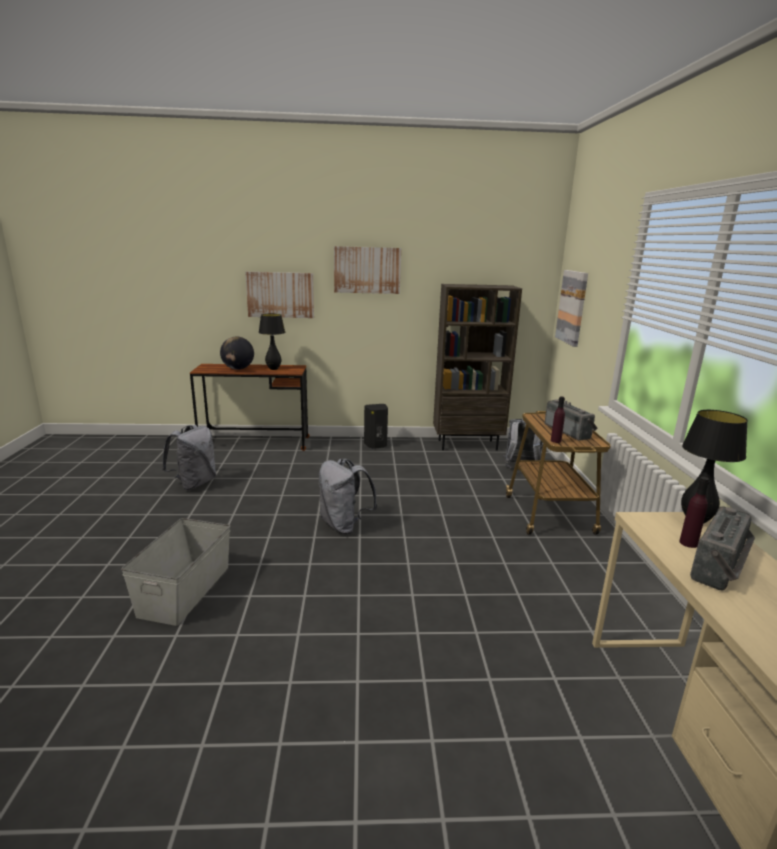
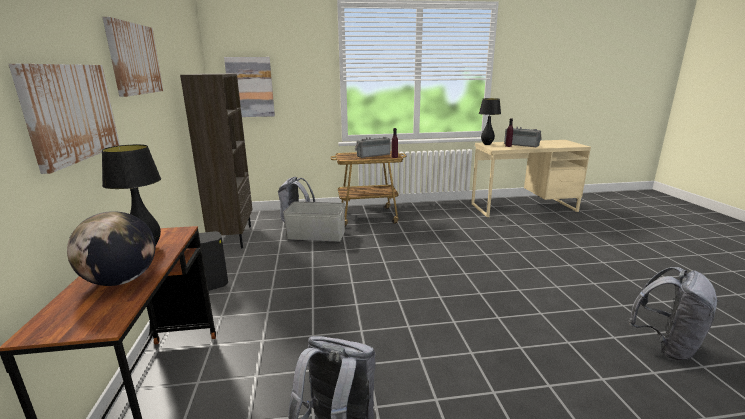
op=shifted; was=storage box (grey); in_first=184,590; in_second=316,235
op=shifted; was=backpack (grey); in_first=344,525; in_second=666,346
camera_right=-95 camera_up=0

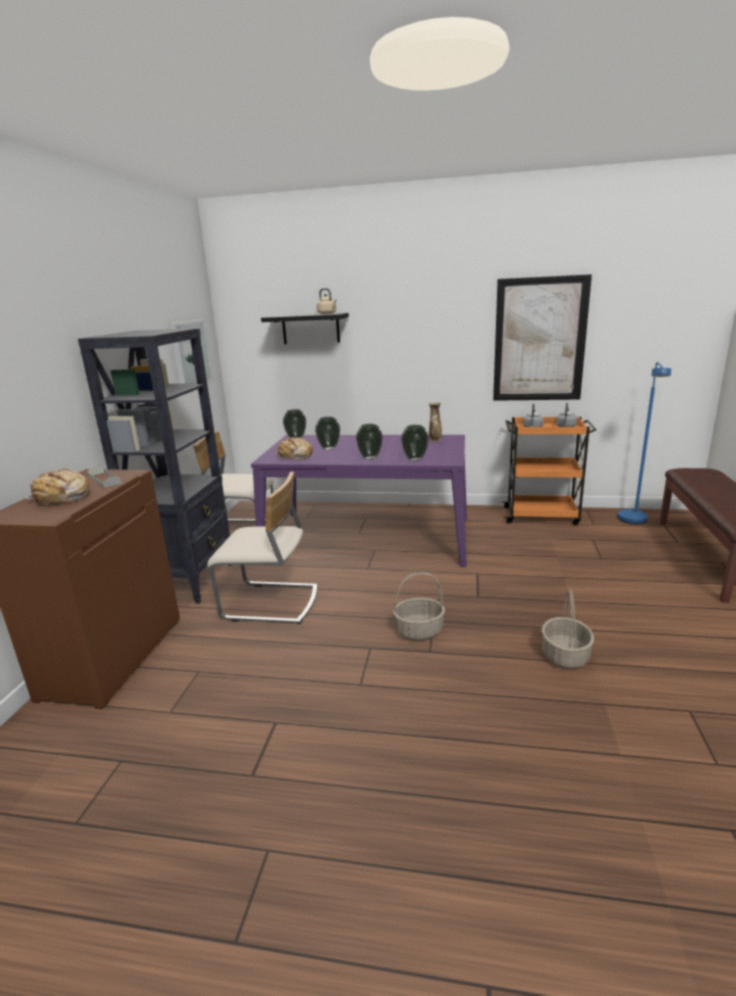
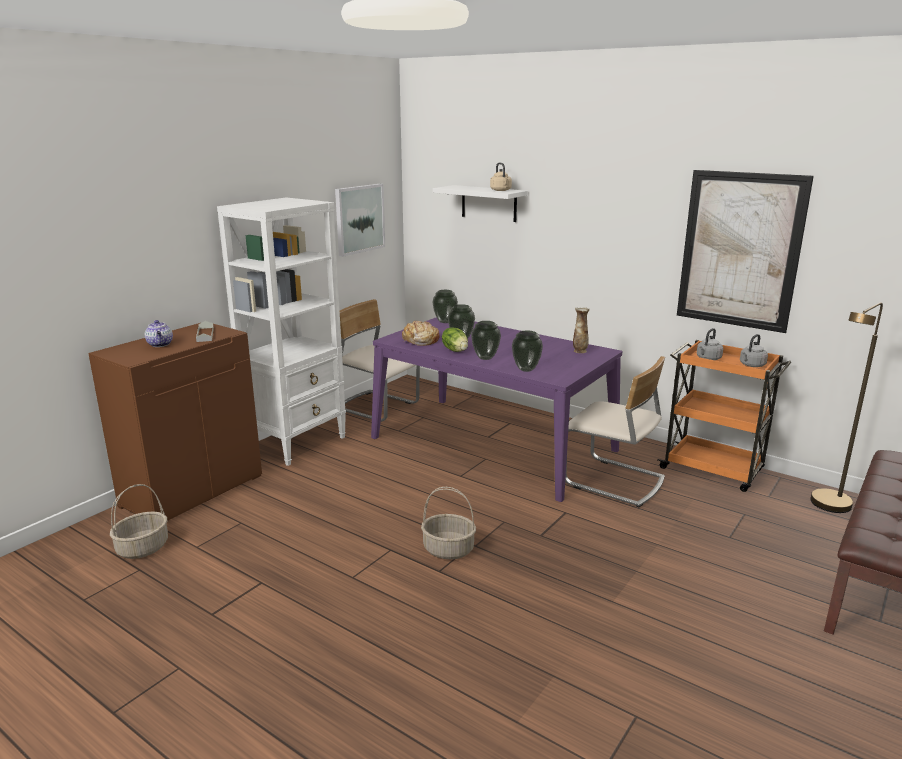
op=swapped; was=bread; now=teapot; in_first=62,498; in_second=160,344
op=repainted; was=bookcase (black); now=bookcase (white); in_first=189,580; in_second=297,443
op=shifted; was=chair (beige); in_first=270,603; in_second=613,481
op=repainted; was=shelf (black); now=shelf (white); in_first=310,328; in_second=489,203
op=shifted; was=basket; in_first=565,656; in_second=142,548
op=repainted; was=floor lamp (blue); now=floor lamp (brown); in_first=634,522; in_second=828,508
op=new; now=lettuce; in_second=456,350
camera_right=25 camera_up=0

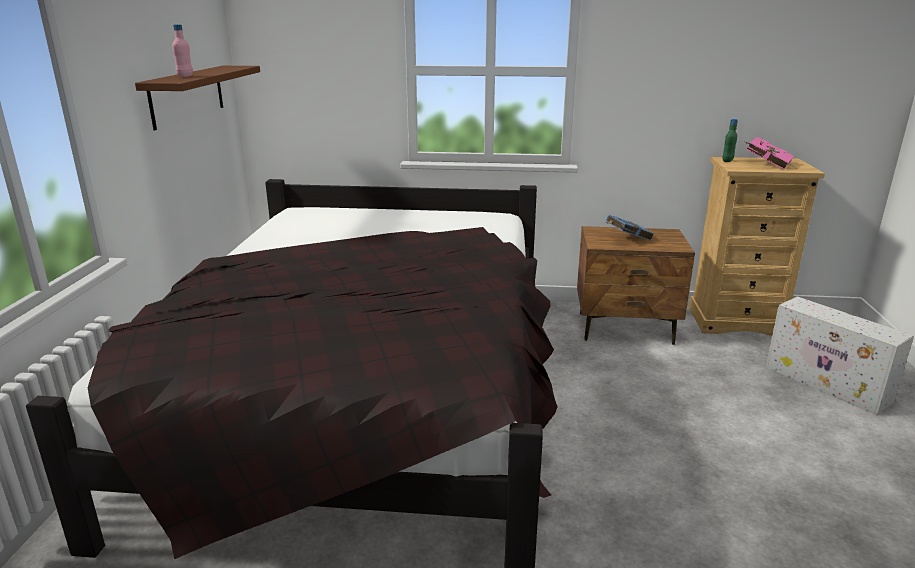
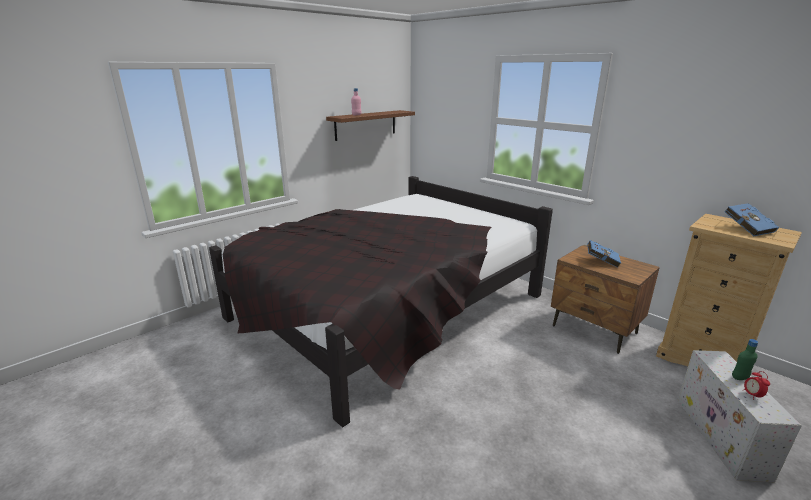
op=shifted; was=bottle (green); in_first=727,161; in_second=740,378
op=repainted; was=book (pink); now=book (blue); in_first=765,164; in_second=746,229
op=new; now=alarm clock; in_second=752,395
camera_right=40 camera_up=0

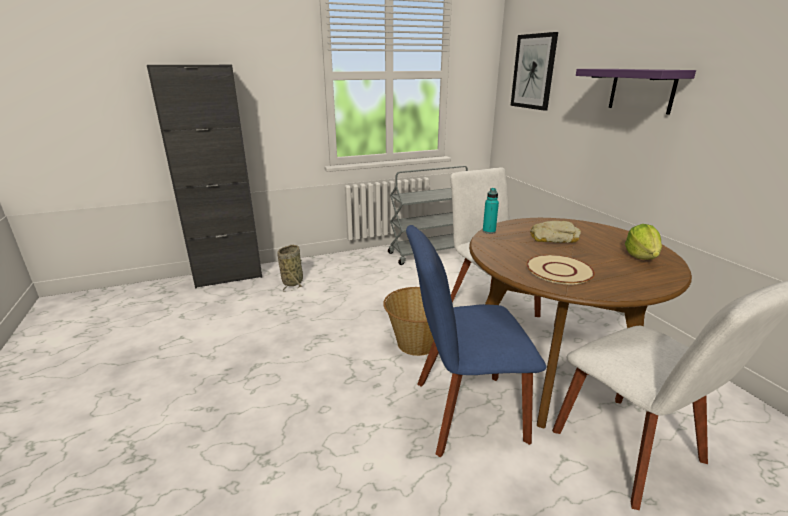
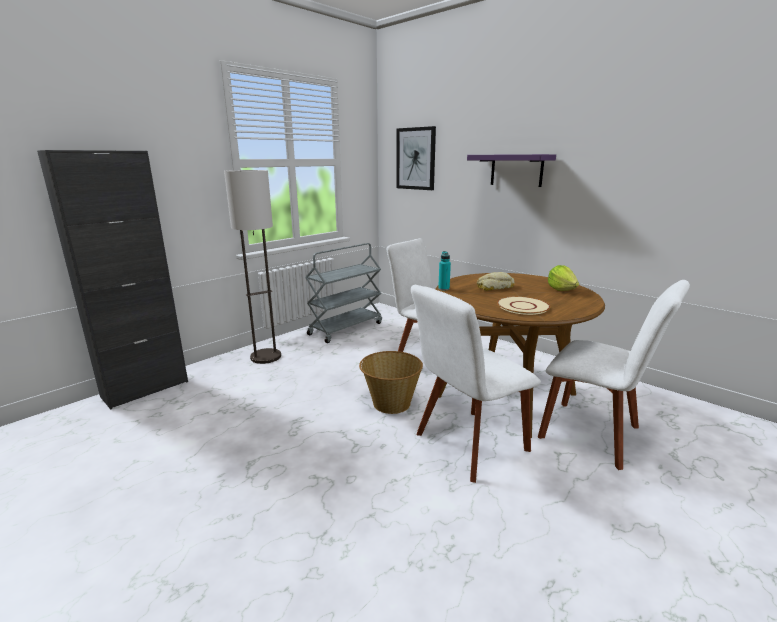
op=gone; was=basket; in_first=293,281
op=repainted; was=chair (blue); now=chair (white); in_first=463,412; in_second=467,444
op=new; now=floor lamp; in_second=266,357
camera_right=-25 camera_up=-5

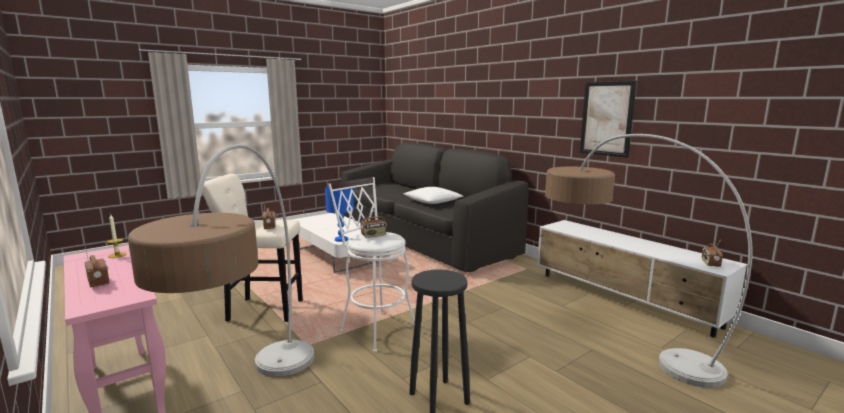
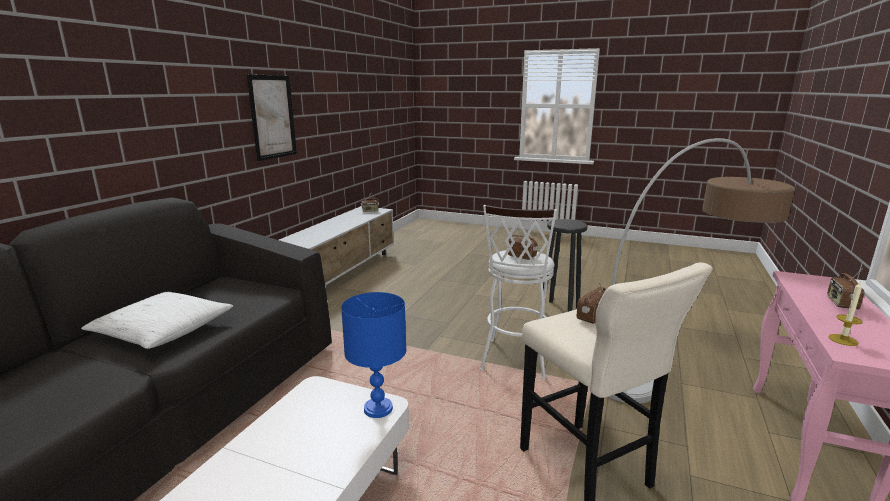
op=gone; was=floor lamp; in_first=613,338
camera_right=-120 camera_up=5

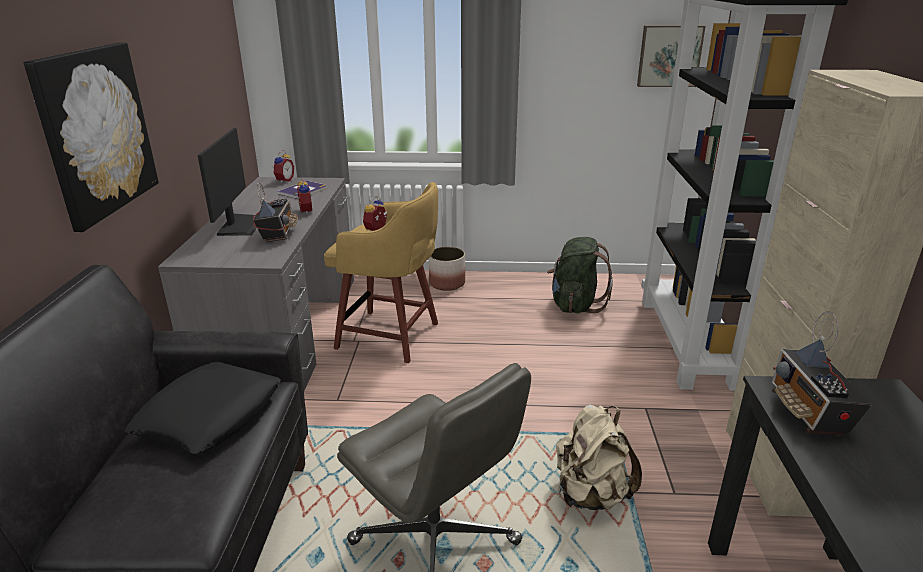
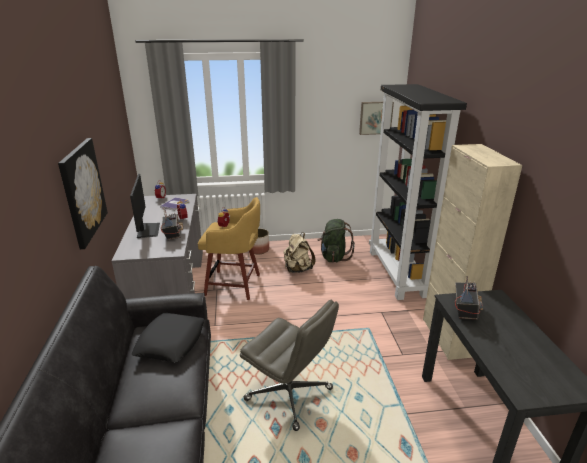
op=shifted; was=backpack (beige); in_first=590,494; in_second=297,269
op=rotated; was=radio; in_first=809,413; in_second=465,310; clockwise=-150
camera_right=-10 camera_up=0

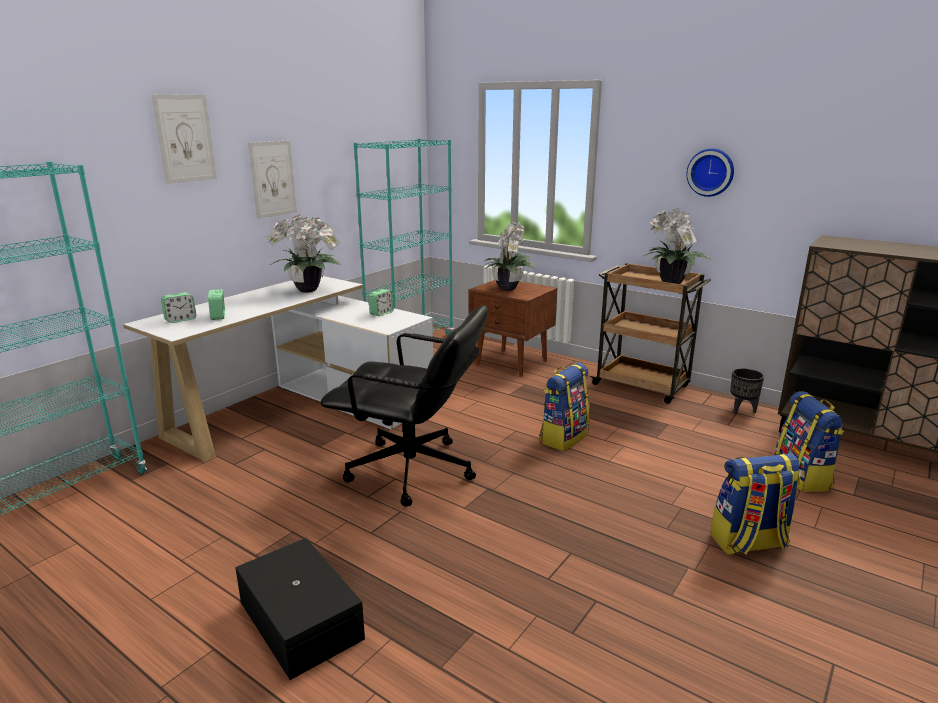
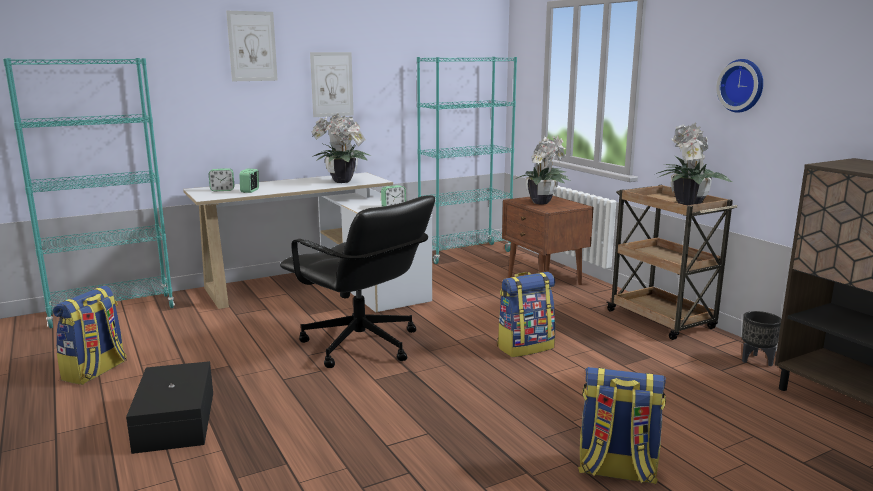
op=shifted; was=backpack; in_first=803,477; in_second=95,372
camera_right=25 camera_up=-5

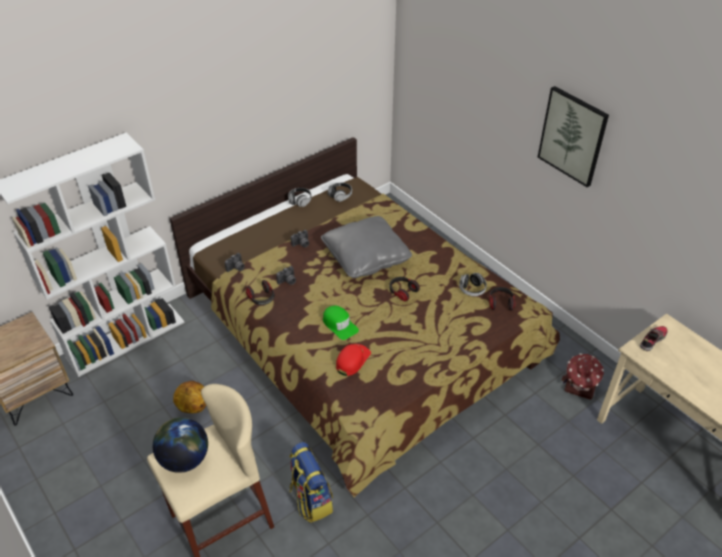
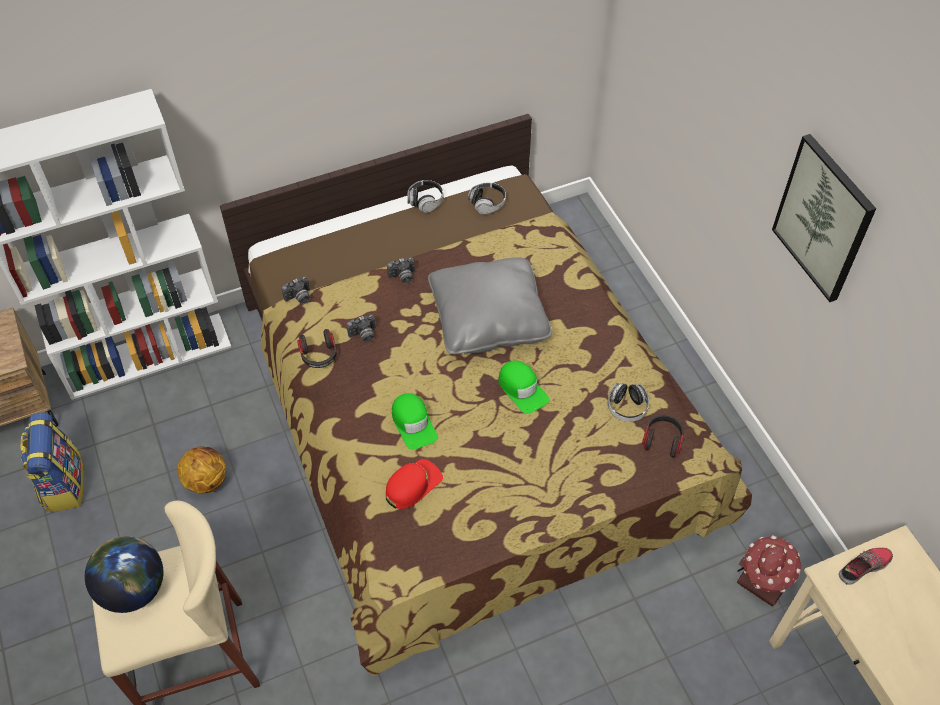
op=shifted; was=backpack; in_first=310,499; in_second=63,484
op=swapped; was=headphones; now=cap (green); in_first=402,292; in_second=522,389
camera_right=15 camera_up=10

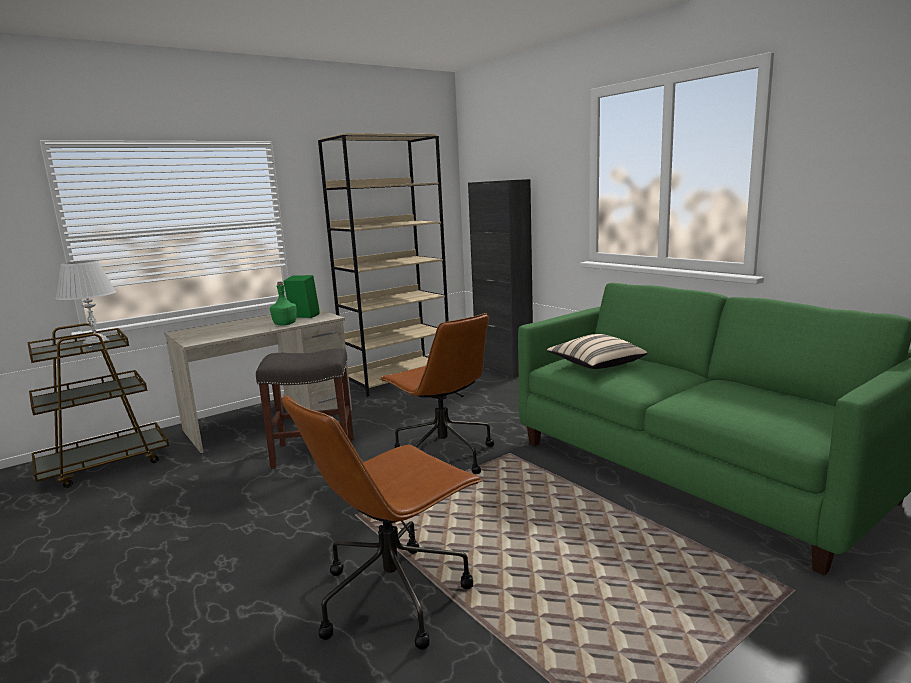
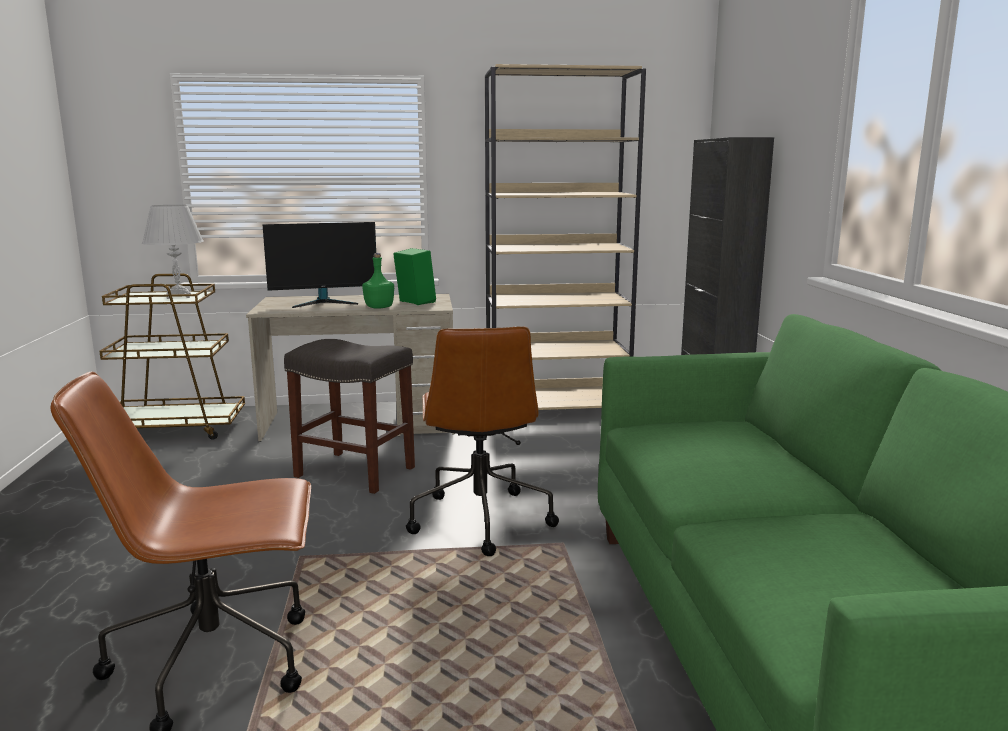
op=gone; was=pillow (beige); in_first=595,365
op=new; now=monitor; in_second=324,302
camera_right=30 camera_up=0

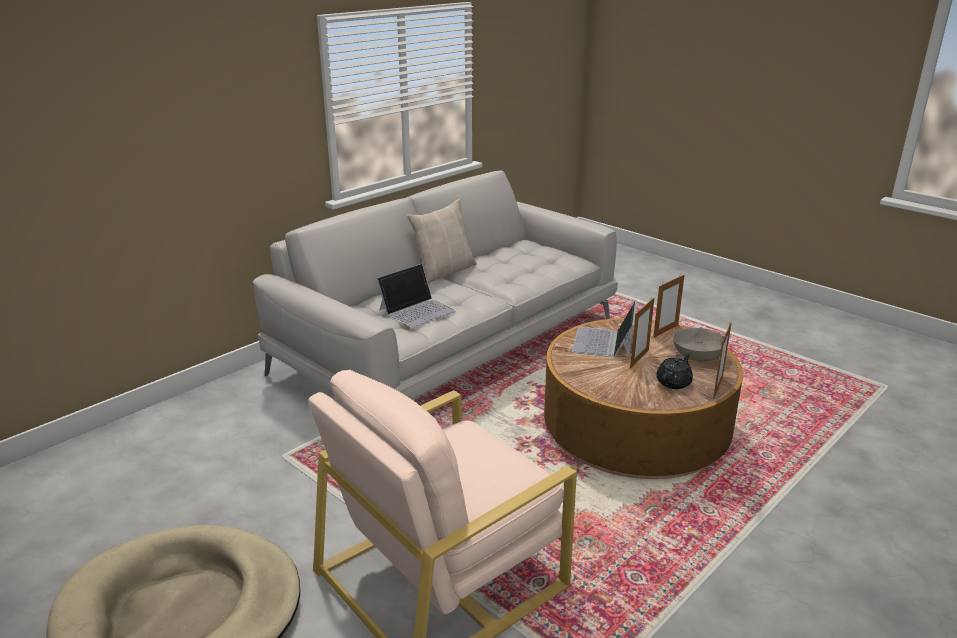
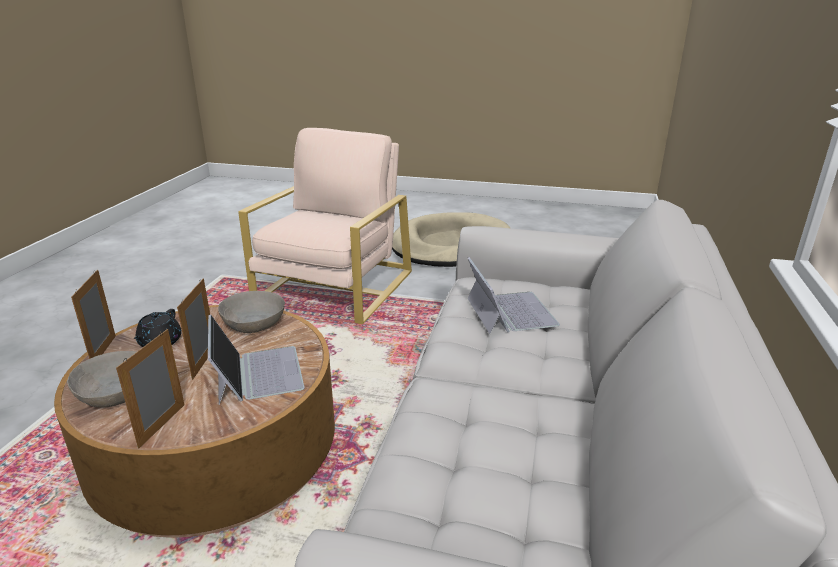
op=rotated; was=laptop; in_first=417,310; in_second=509,311; clockwise=150
op=gone; was=pillow (beige); in_first=444,271
op=new; now=bowl (grey); in_second=254,324
camera_right=150 camera_up=0

